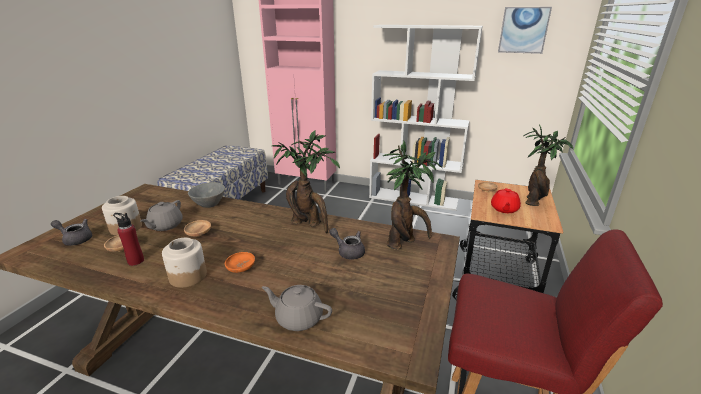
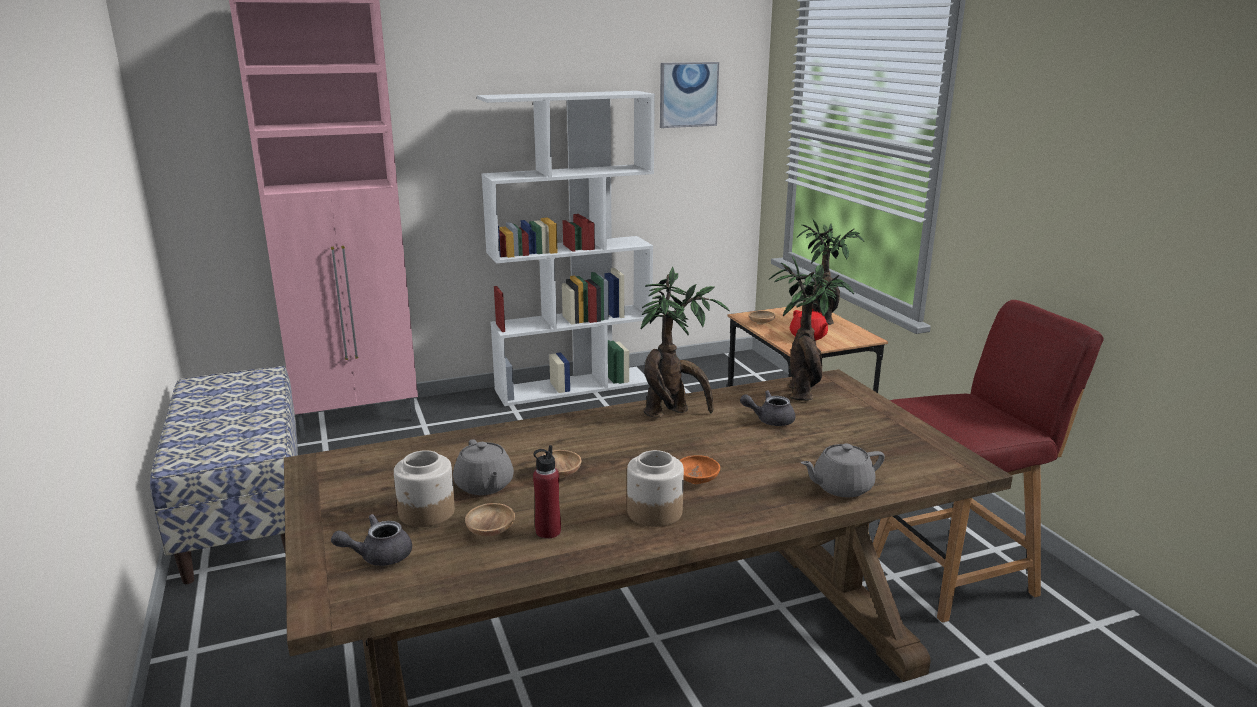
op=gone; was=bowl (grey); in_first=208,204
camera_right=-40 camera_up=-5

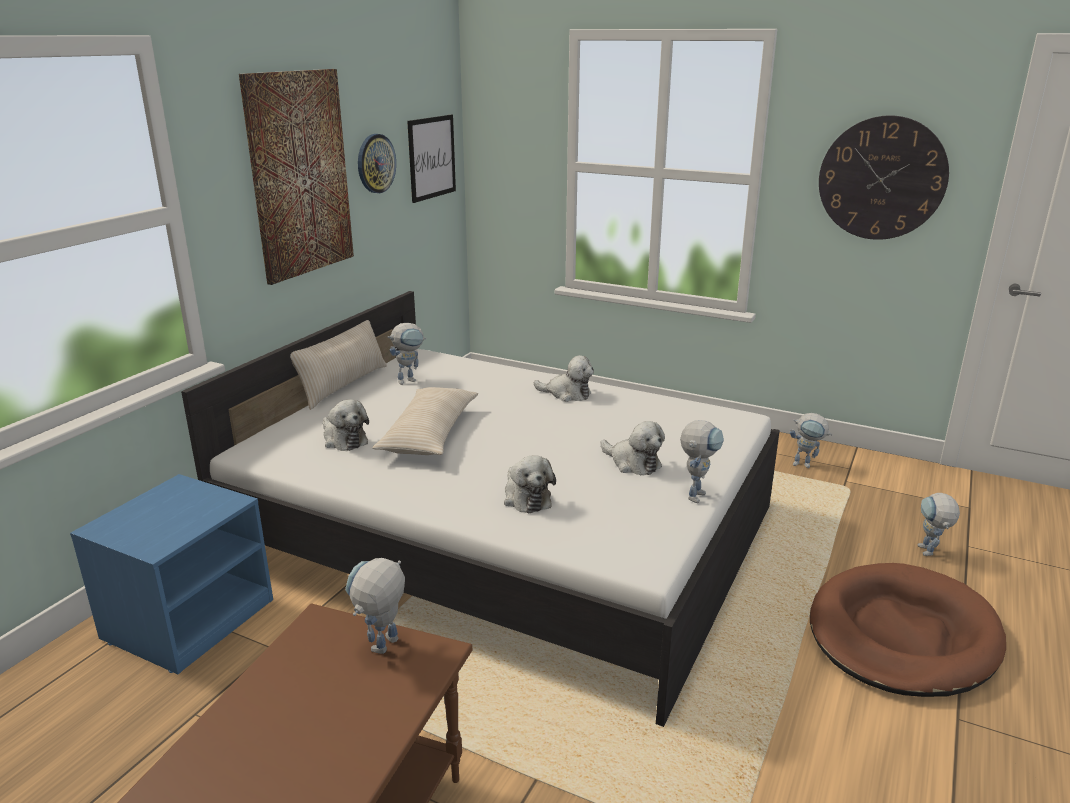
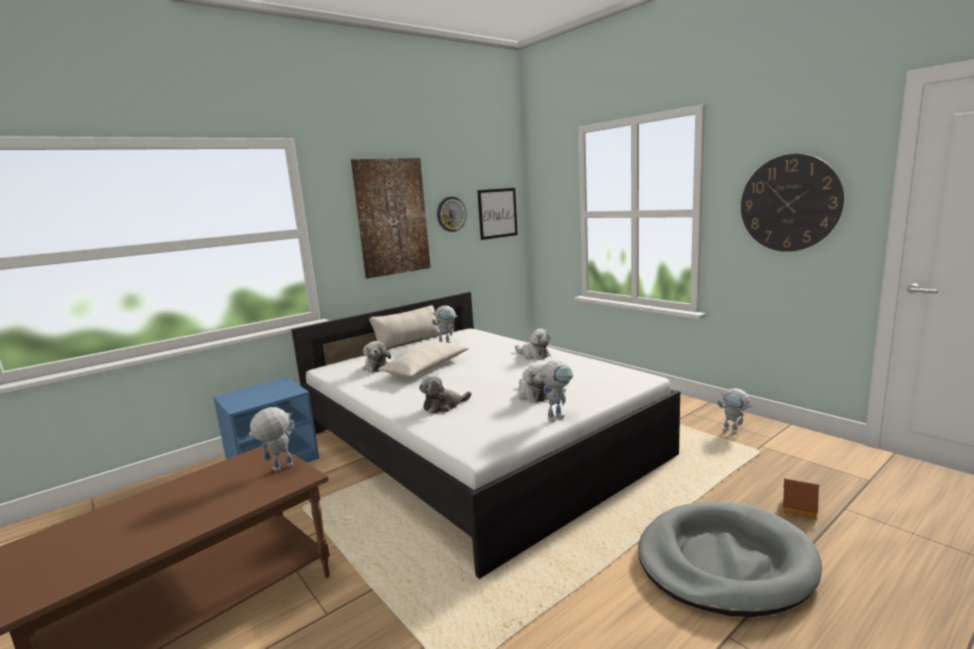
op=rotated; was=plush toy; in_first=526,498; in_second=443,406; clockwise=60
op=repainted; was=dog bed (brown); now=dog bed (grey); in_first=901,635; in_second=724,562
op=swapped; was=toy robot; now=toy house; in_first=929,554; in_second=799,508
camera_right=25 camera_up=-10

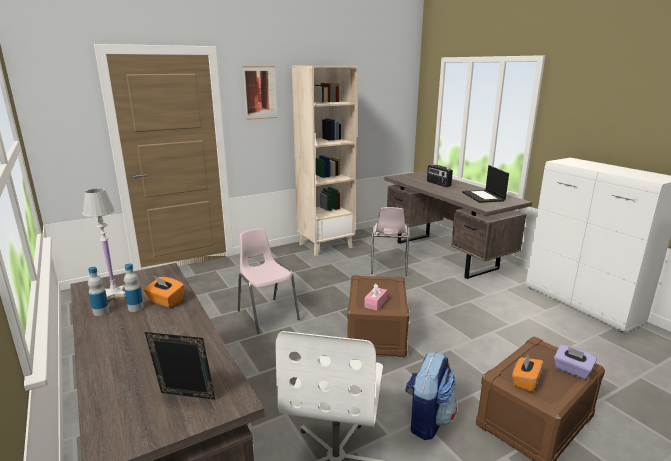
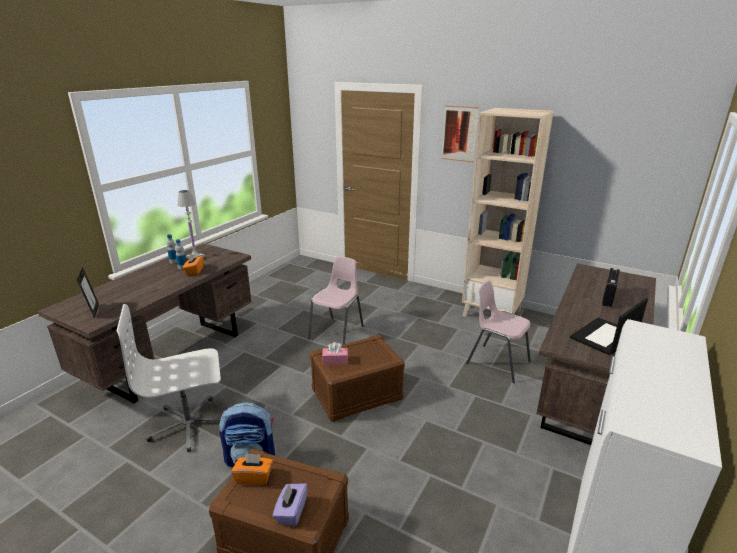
op=rotated; was=chair (pink); in_first=388,266; in_second=497,362; clockwise=60
camera_right=60 camera_up=5

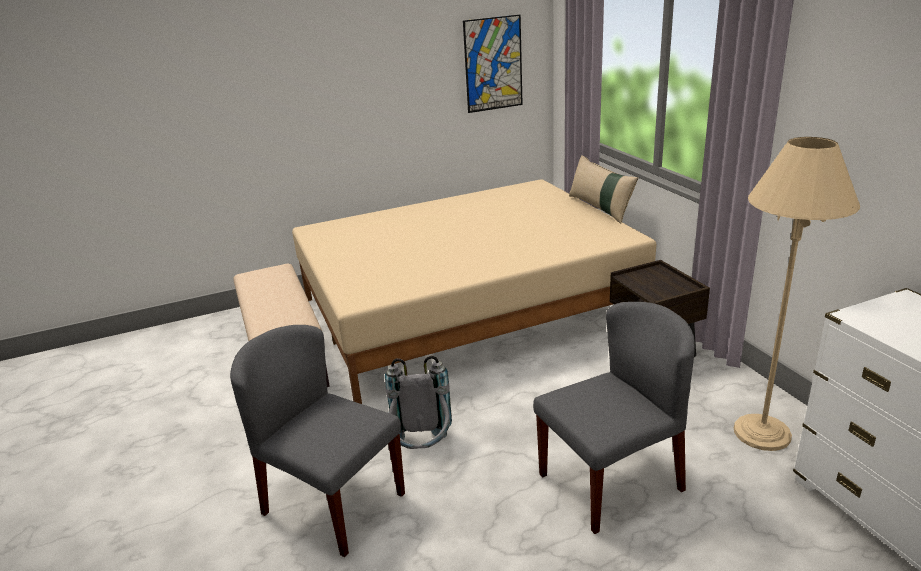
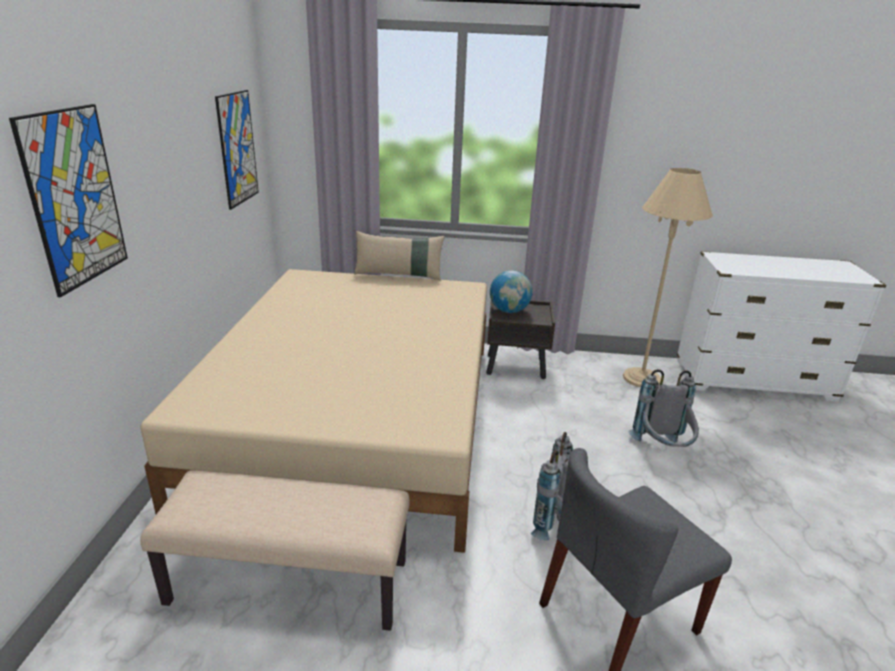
op=swapped; was=chair (grey); now=backpack (grey); in_first=611,481; in_second=661,451
op=new; now=picture; in_second=75,198
op=new; now=globe; in_second=509,311
camera_right=-65 camera_up=0

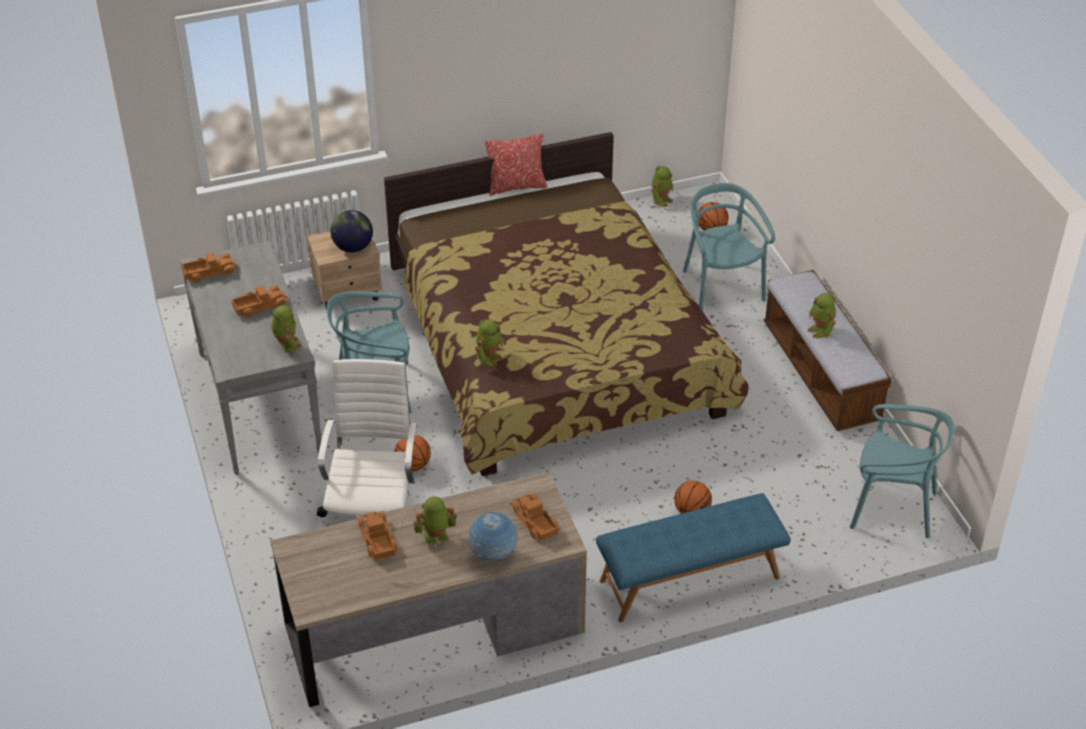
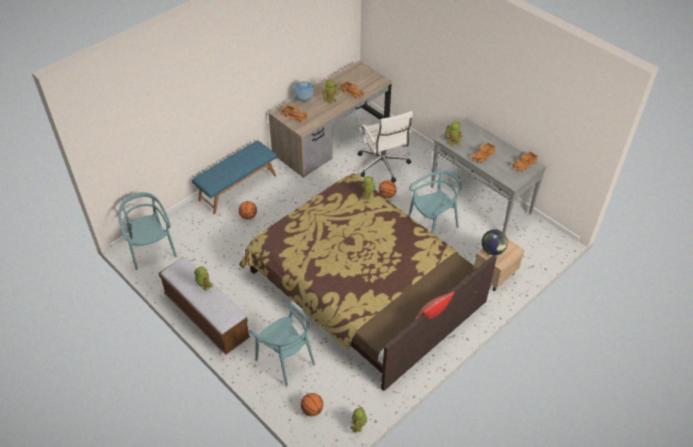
op=rotated; was=chair (turquoise); in_first=892,507; in_second=152,250; clockwise=75
camera_right=155 camera_up=5

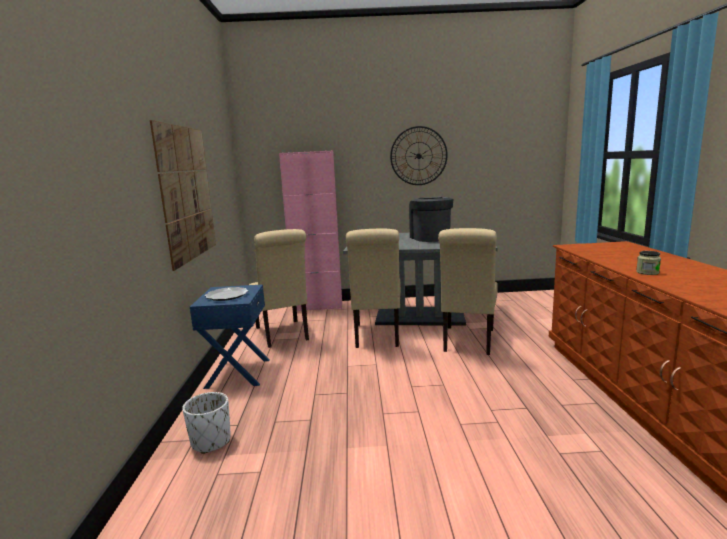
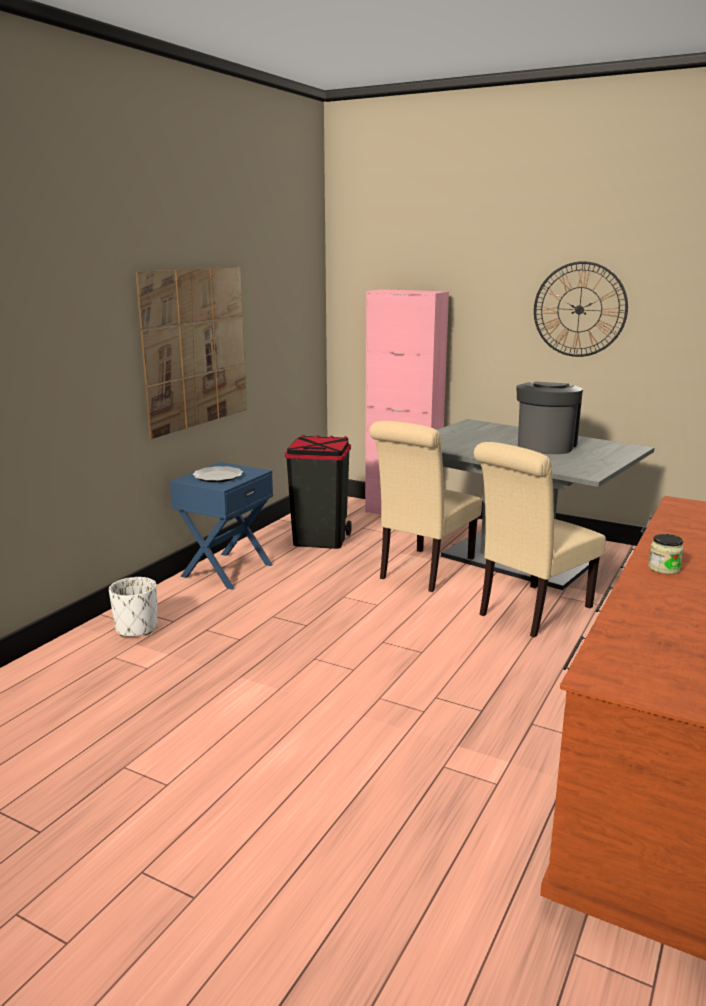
op=swapped; was=chair (beige); now=trash can (black); in_first=283,335; in_second=320,539
camera_right=30 camera_up=5

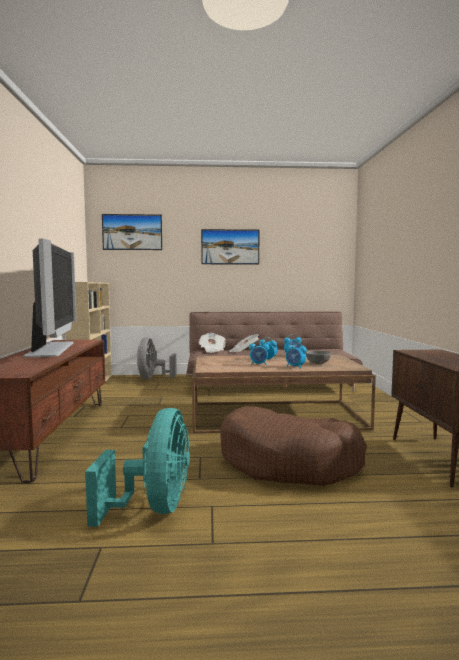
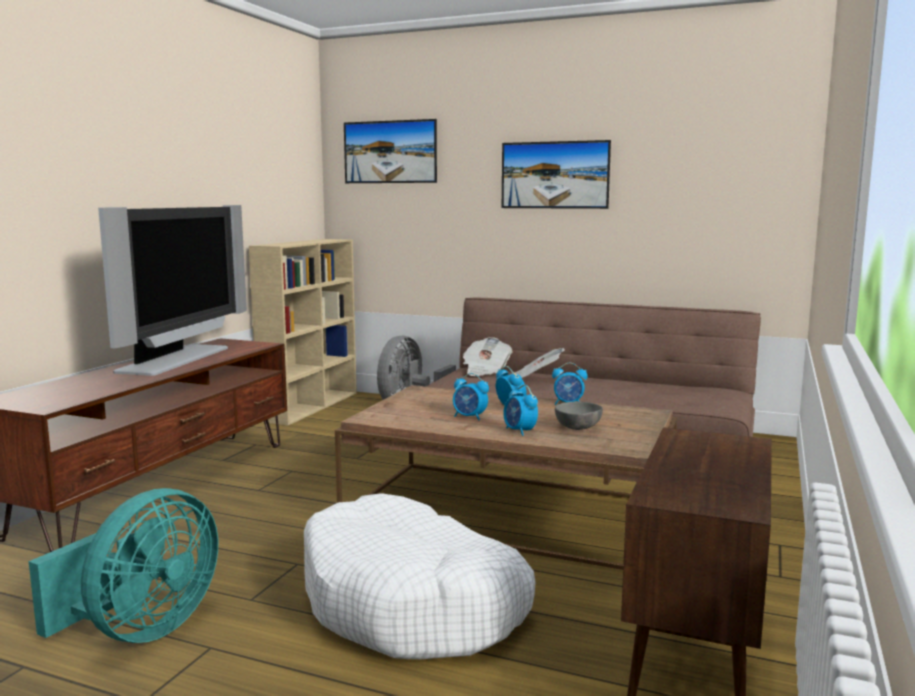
op=repainted; was=dog bed (brown); now=dog bed (white); in_first=289,462; in_second=412,603
camera_right=25 camera_up=5

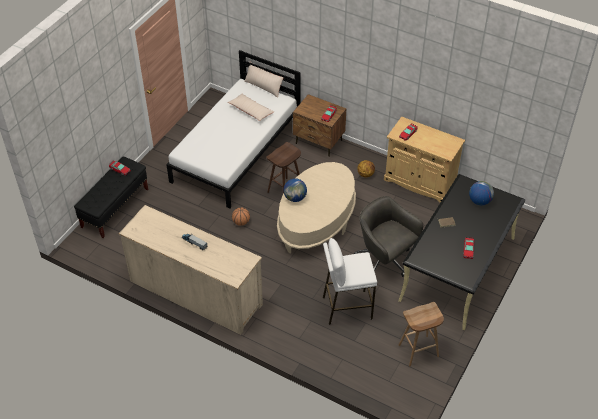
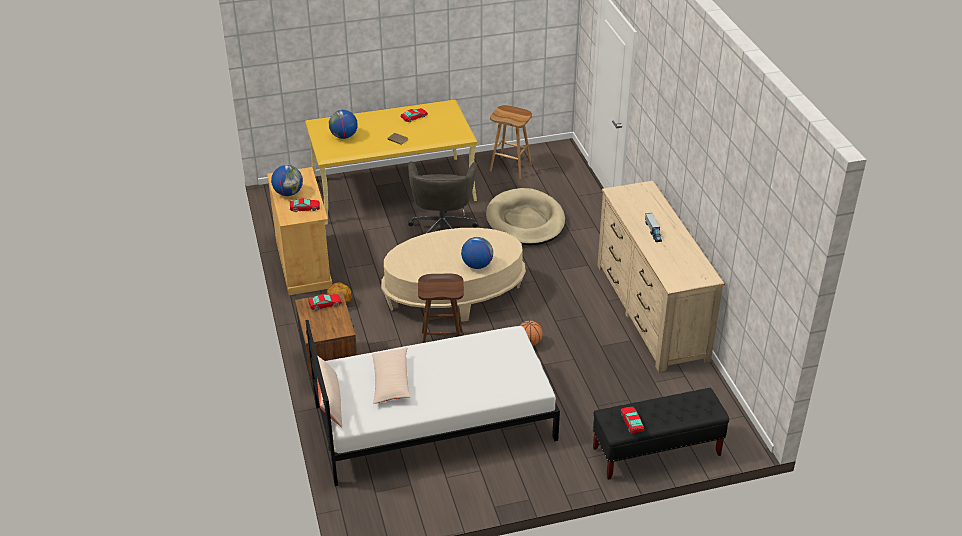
op=swapped; was=stool (white); now=dog bed (beige); in_first=346,307; in_second=525,221
op=repainted; was=desk (black); now=desk (yellow); in_first=457,269; in_second=393,190
op=new; now=globe; in_second=288,193
camera_right=-135 camera_up=-10

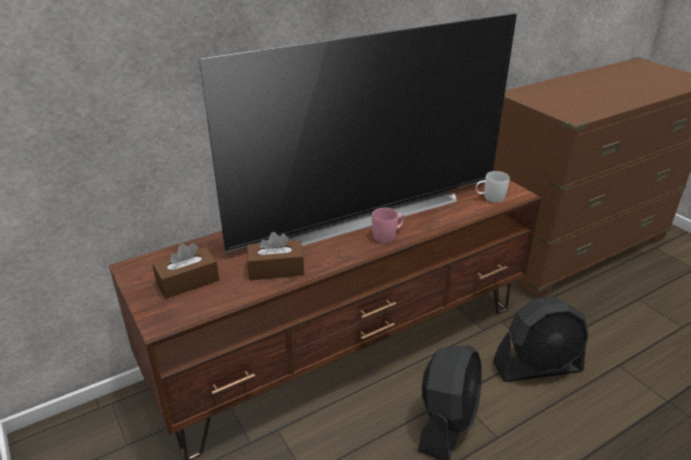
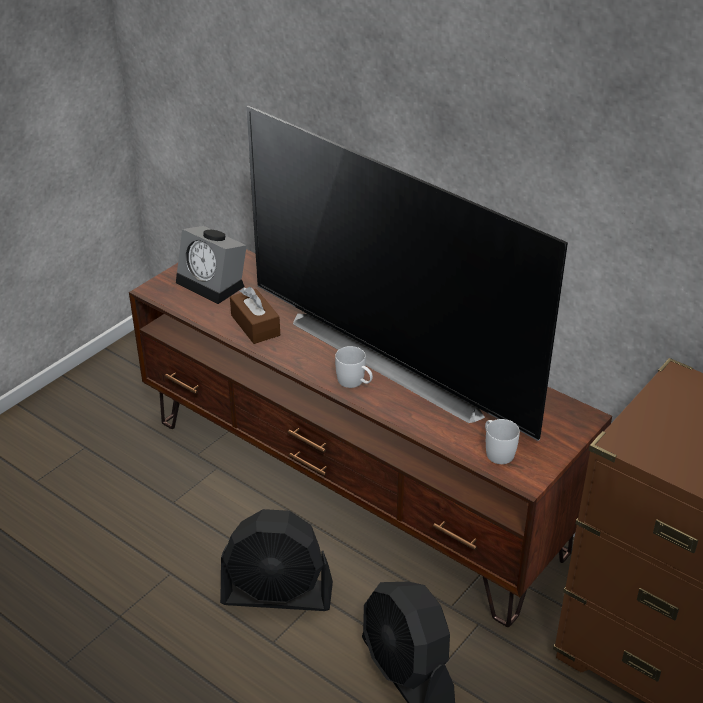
op=swapped; was=tissue box (brown); now=alarm clock; in_first=188,282; in_second=214,284
op=repainted; was=mug (pink); now=mug (white); in_first=388,235; in_second=355,382
camera_right=70 camera_up=5

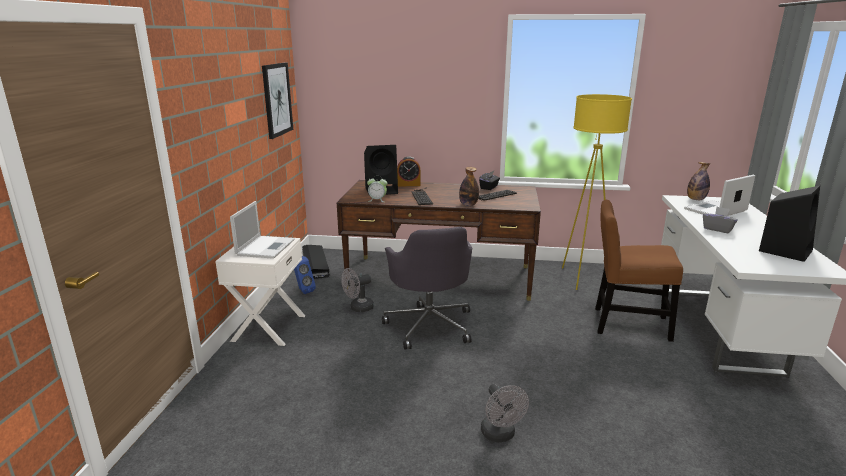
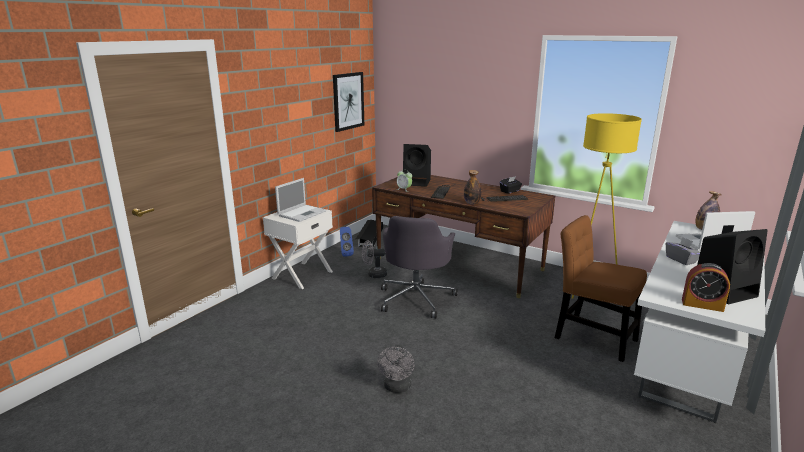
op=shifted; was=alarm clock; in_first=408,185; in_second=702,305
camera_right=25 camera_up=0

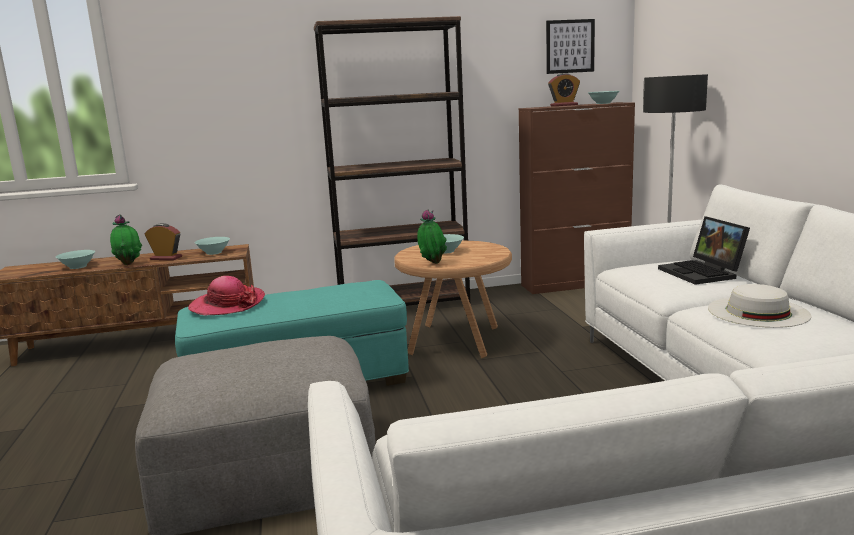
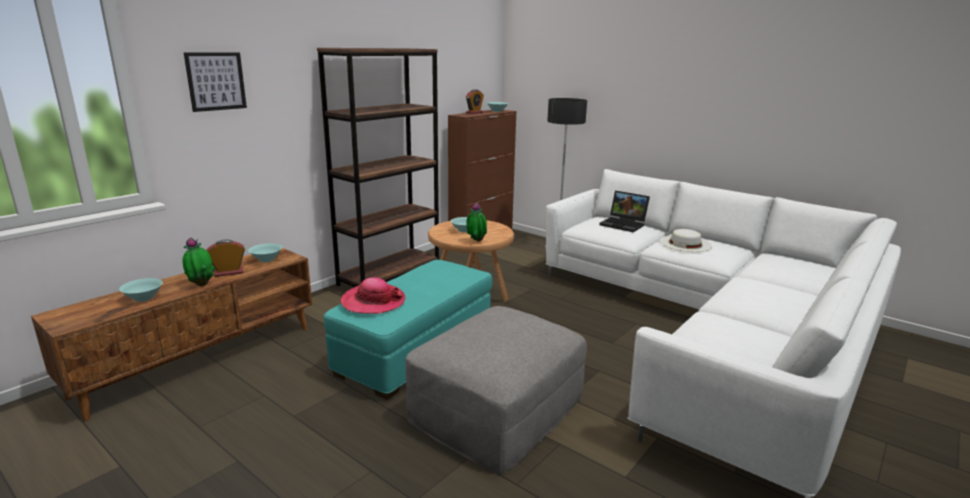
op=shifted; was=picture; in_first=570,46; in_second=216,81
camera_right=-40 camera_up=5

